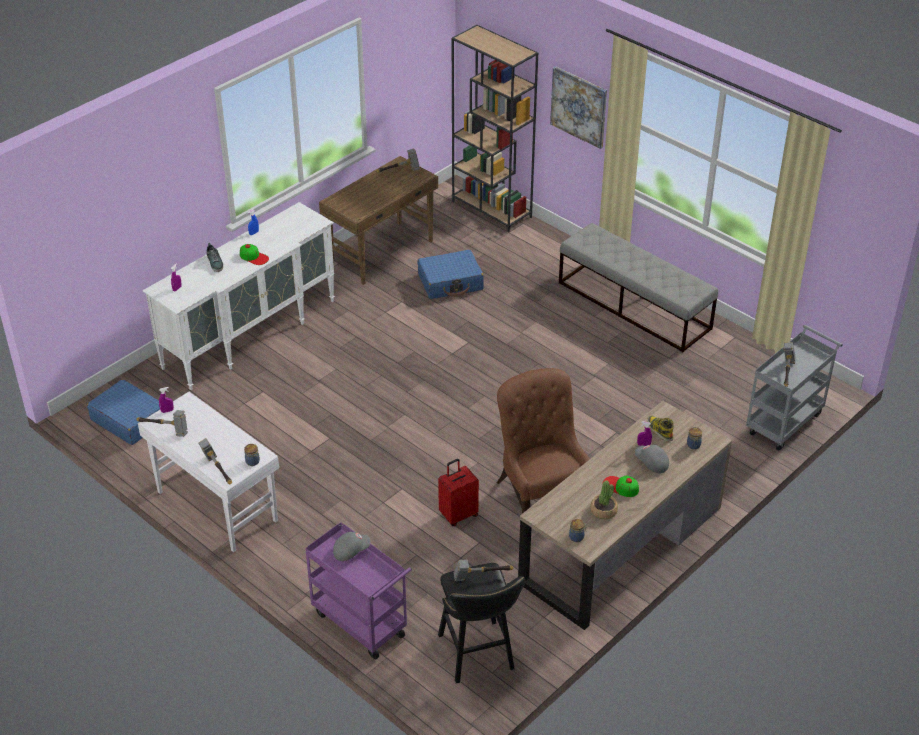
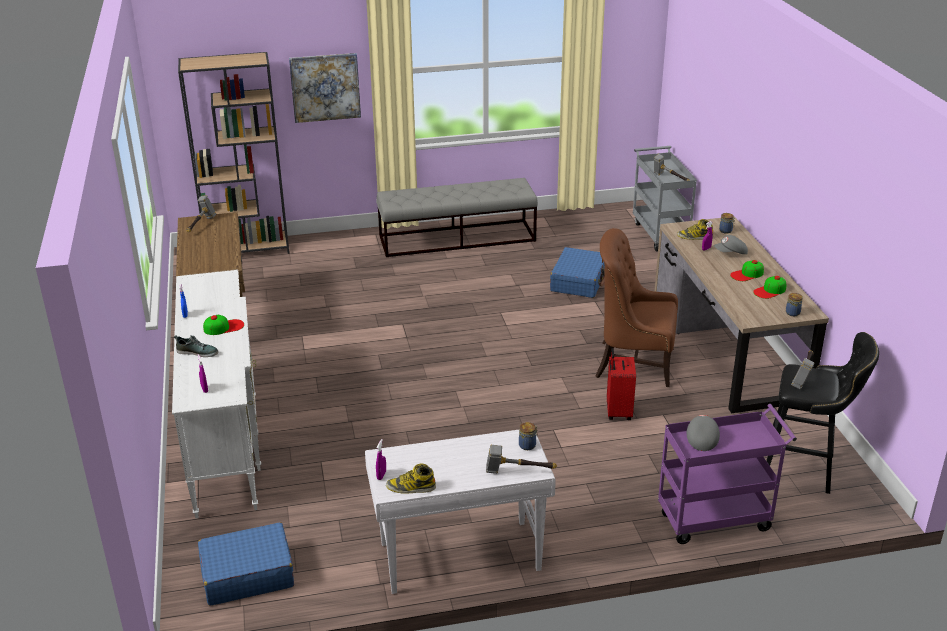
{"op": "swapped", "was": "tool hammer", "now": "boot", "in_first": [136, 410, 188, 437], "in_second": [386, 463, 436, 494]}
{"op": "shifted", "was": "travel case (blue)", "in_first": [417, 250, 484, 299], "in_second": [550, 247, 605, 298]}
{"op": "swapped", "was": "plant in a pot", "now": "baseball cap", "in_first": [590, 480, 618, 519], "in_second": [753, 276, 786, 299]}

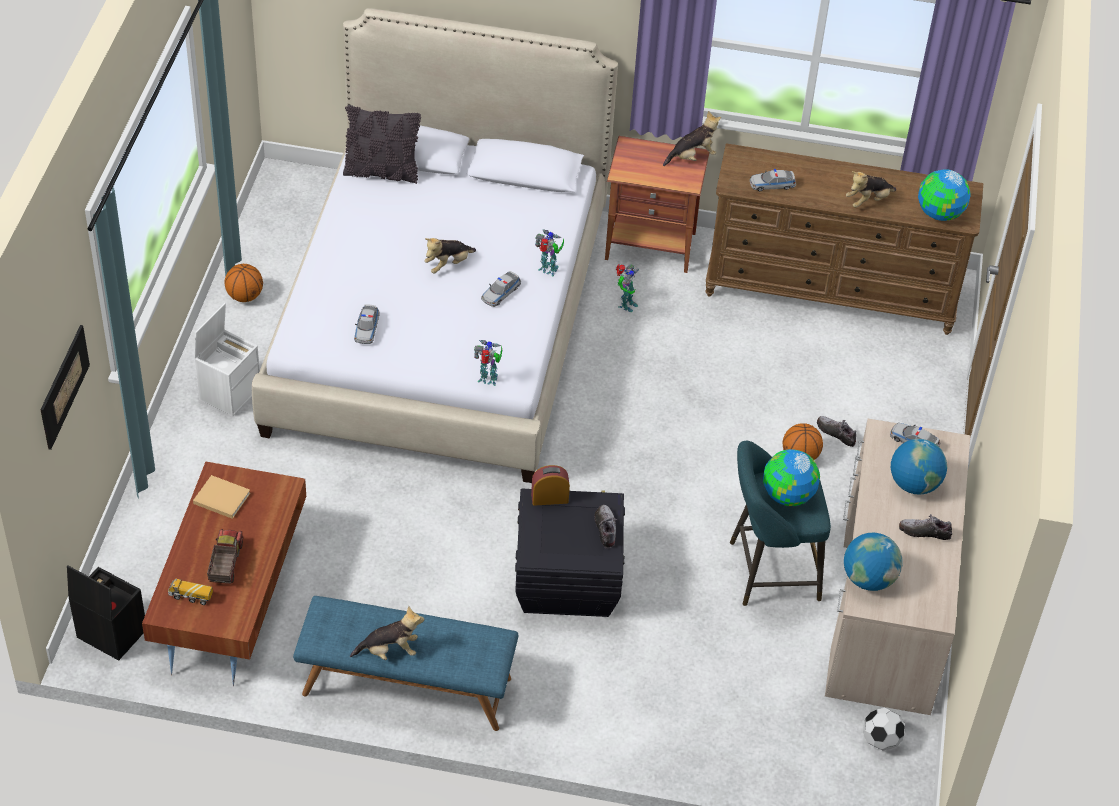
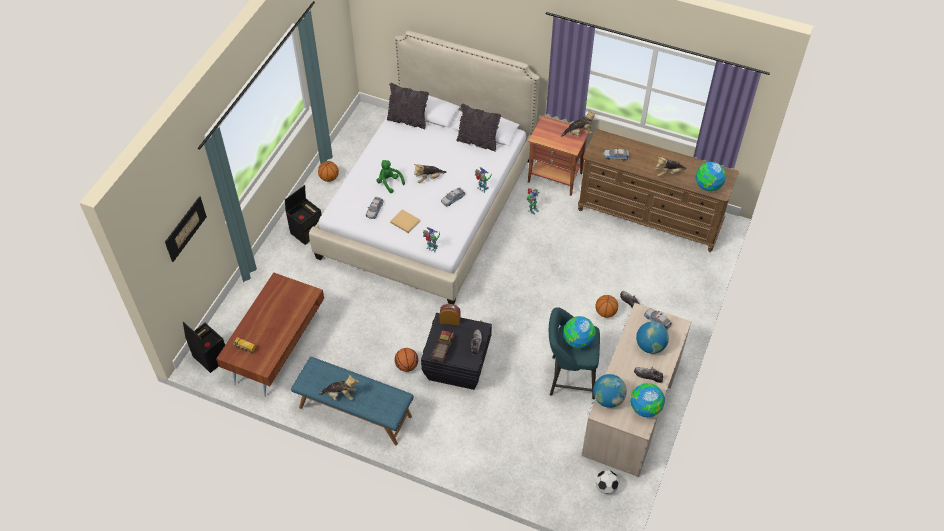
{"op": "shifted", "was": "book (sand-coloured)", "in_first": [193, 475, 250, 519], "in_second": [390, 209, 420, 233]}
{"op": "repainted", "was": "storage container (white)", "now": "storage container (blackish)", "in_first": [194, 303, 260, 416], "in_second": [285, 185, 321, 245]}
{"op": "shifted", "was": "toy lorry", "in_first": [207, 529, 243, 584], "in_second": [431, 330, 454, 362]}
{"op": "new", "now": "soft toy (green-coloured)", "in_second": [376, 160, 405, 193]}
{"op": "new", "now": "basketball", "in_second": [395, 348, 418, 372]}
{"op": "new", "now": "cushion (blackish)", "in_second": [456, 104, 501, 152]}
{"op": "new", "now": "globe", "in_second": [630, 383, 665, 417]}

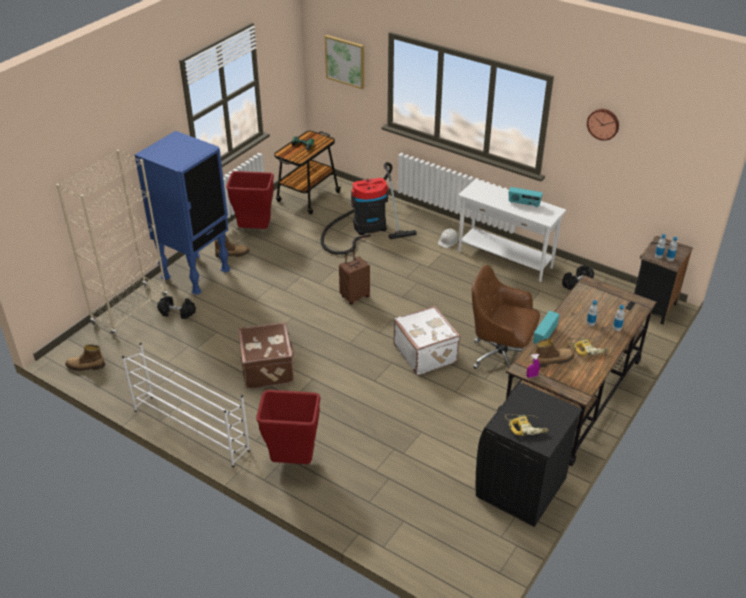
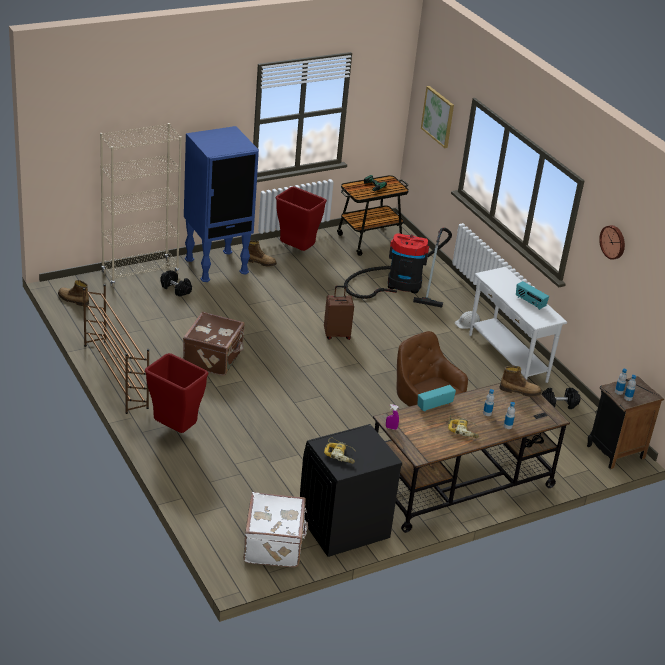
{"op": "repainted", "was": "shoe rack (white)", "now": "shoe rack (brownish)", "in_first": [122, 342, 250, 467], "in_second": [83, 284, 149, 414]}
{"op": "shifted", "was": "travel case (white)", "in_first": [394, 306, 461, 375], "in_second": [244, 492, 308, 567]}
{"op": "shifted", "was": "boot", "in_first": [532, 338, 574, 368], "in_second": [499, 366, 542, 397]}

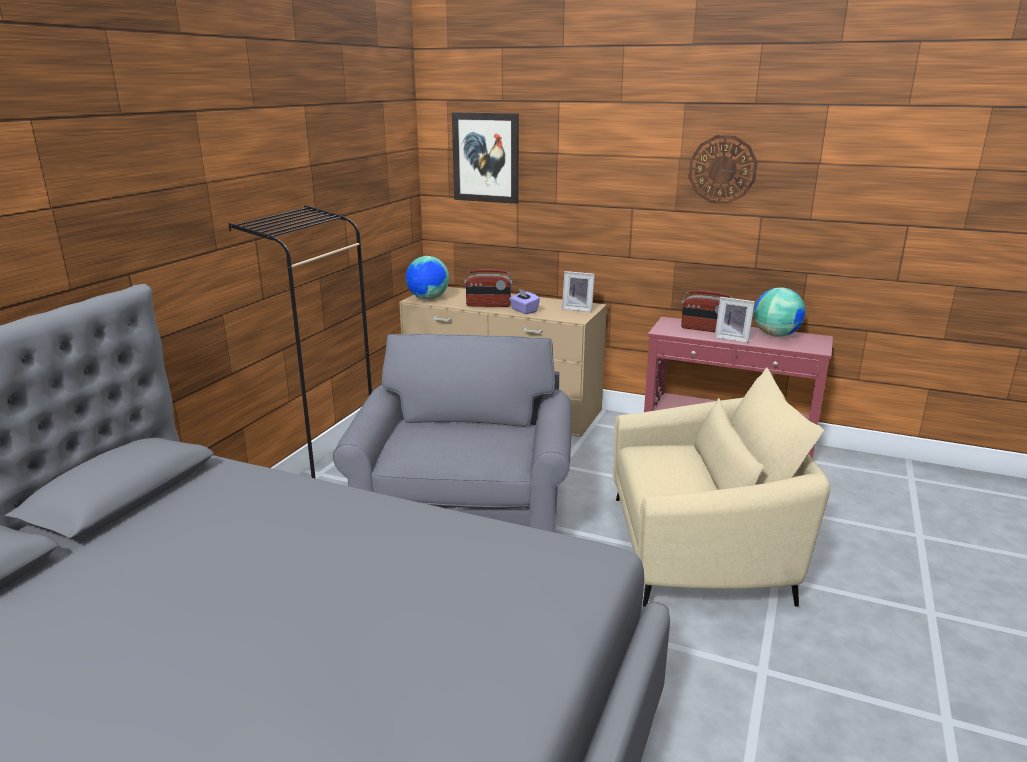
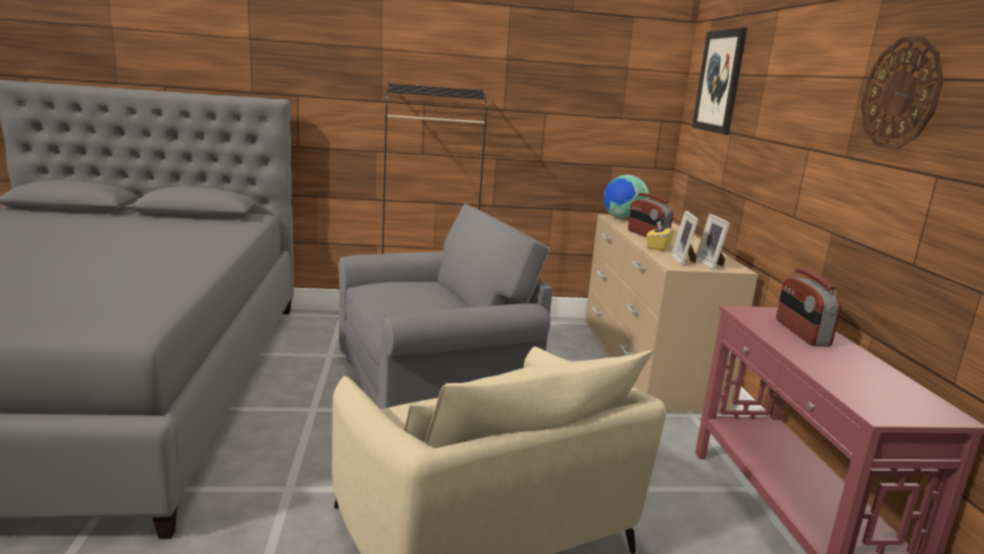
{"op": "repainted", "was": "tissue box (purple-coloured)", "now": "tissue box (yellow-coloured)", "in_first": [509, 289, 540, 314], "in_second": [646, 220, 674, 251]}
{"op": "shifted", "was": "photo frame", "in_first": [714, 297, 755, 343], "in_second": [671, 211, 698, 266]}
{"op": "gone", "was": "globe", "in_first": [754, 288, 806, 337]}

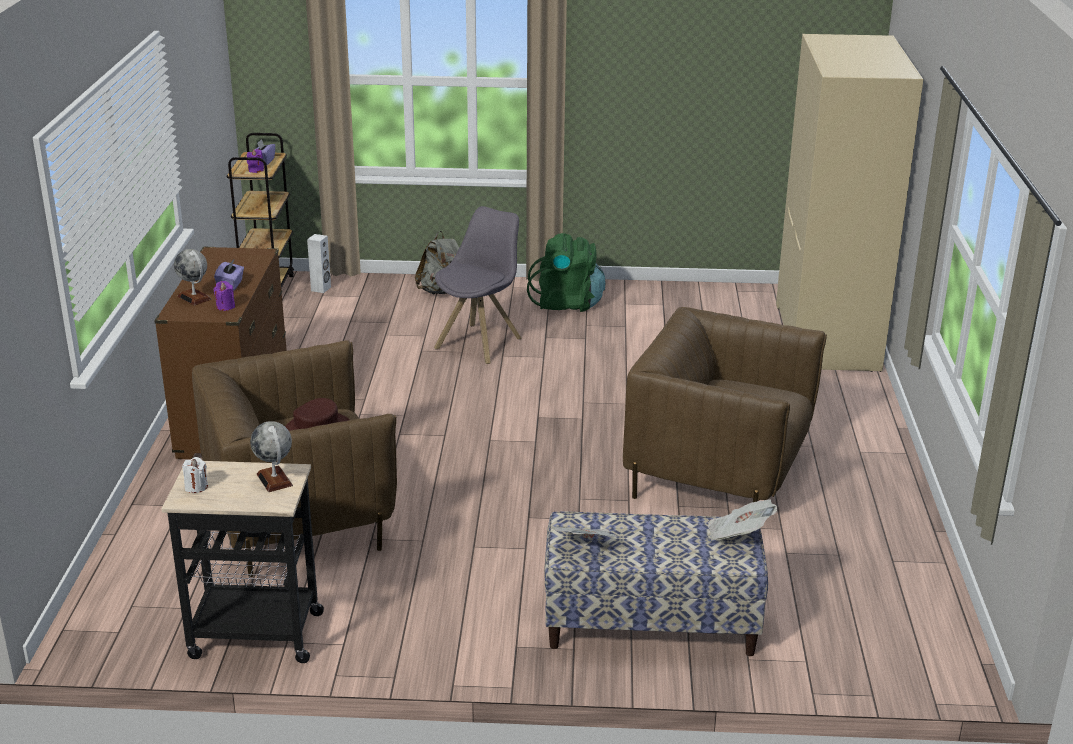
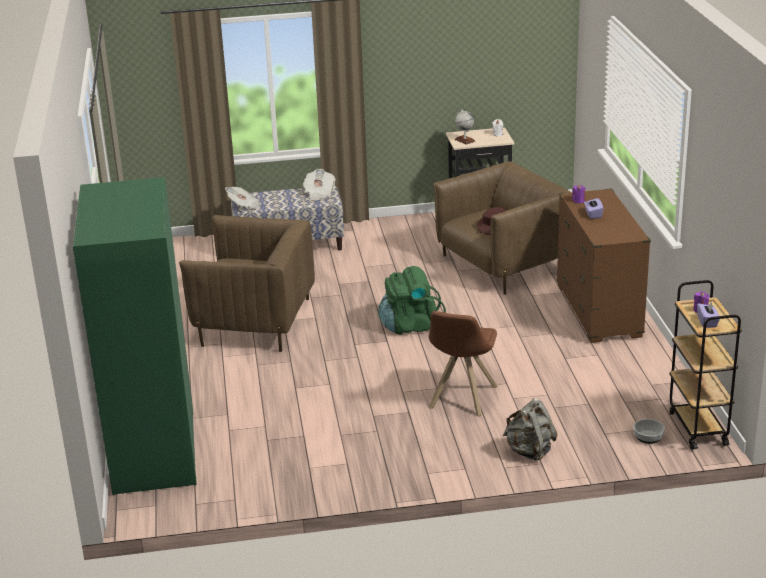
{"op": "gone", "was": "globe", "in_first": [174, 249, 211, 306]}
{"op": "swapped", "was": "loudspeaker (white)", "now": "serving bowl", "in_first": [307, 234, 331, 293], "in_second": [633, 419, 665, 444]}
{"op": "repainted", "was": "plain chair (greyish)", "now": "plain chair (brownish)", "in_first": [434, 206, 522, 364], "in_second": [429, 311, 498, 416]}
{"op": "shifted", "was": "backpack (green-coloured)", "in_first": [527, 233, 605, 312], "in_second": [378, 266, 446, 335]}
{"op": "repainted", "was": "clothes cupboard (sand-coloured)", "now": "clothes cupboard (green-coloured)", "in_first": [776, 34, 924, 372], "in_second": [73, 177, 197, 495]}

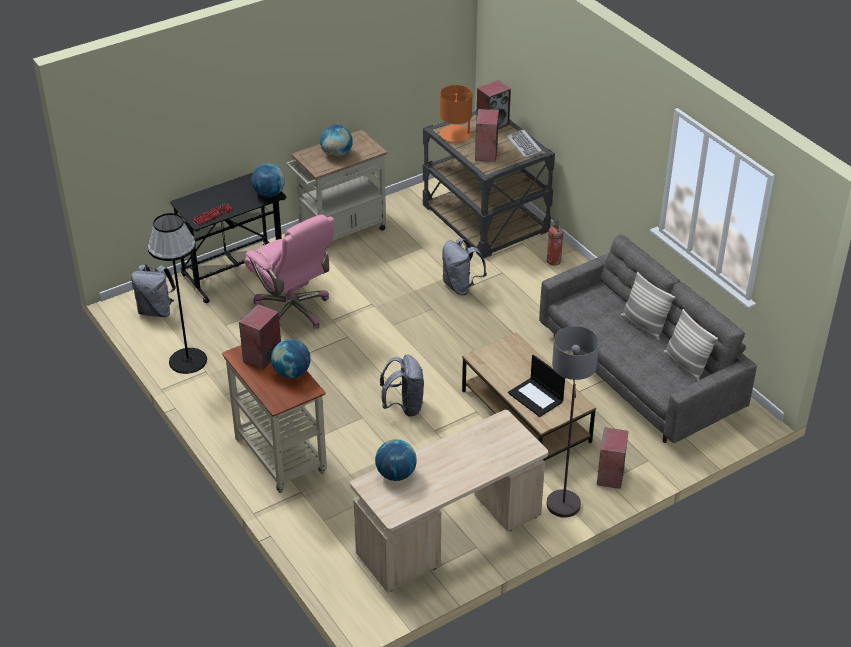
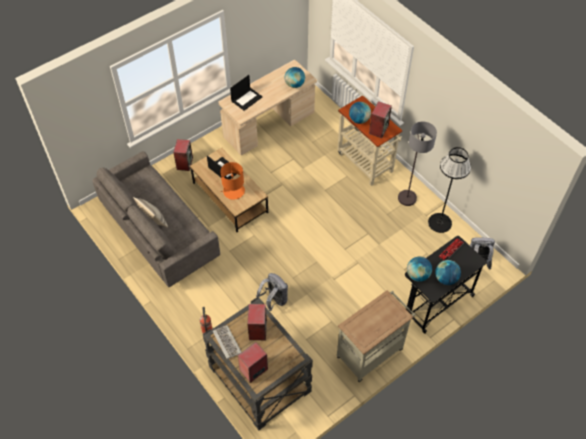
{"op": "gone", "was": "desk chair (pink-coloured)", "in_first": [244, 214, 334, 329]}
{"op": "shifted", "was": "globe", "in_first": [320, 125, 353, 158], "in_second": [435, 260, 461, 285]}
{"op": "gone", "was": "backpack (greyish)", "in_first": [380, 355, 424, 417]}
{"op": "shifted", "was": "tabletop lamp (orange)", "in_first": [440, 85, 475, 142], "in_second": [220, 162, 245, 200]}
{"op": "shifted", "was": "standing lamp (greyish)", "in_first": [547, 326, 599, 518], "in_second": [398, 122, 437, 206]}
{"op": "gone", "was": "cushion", "in_first": [663, 309, 718, 381]}
{"op": "new", "now": "laptop", "in_second": [230, 75, 262, 111]}

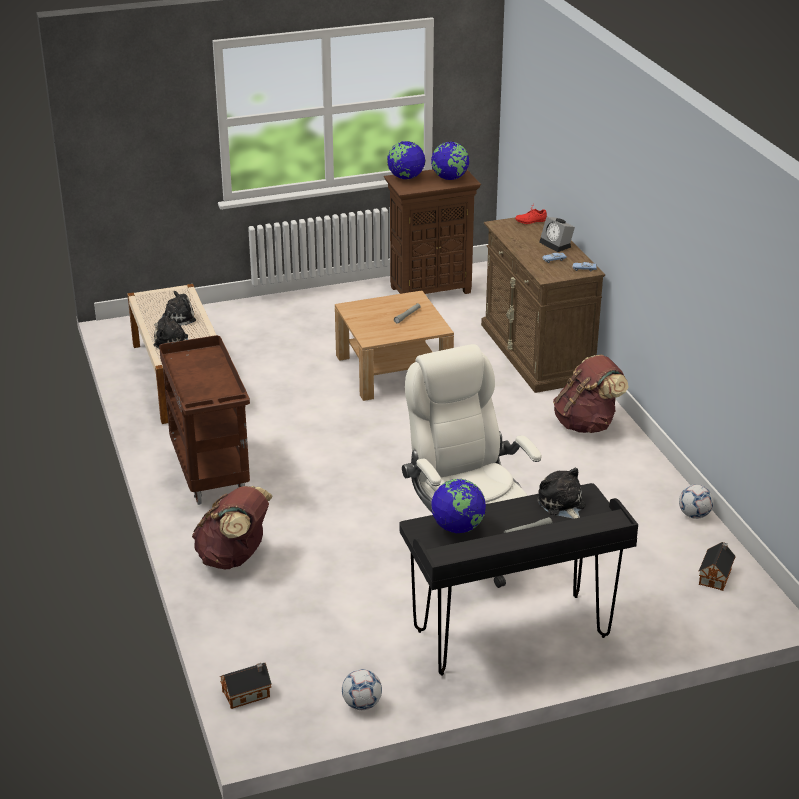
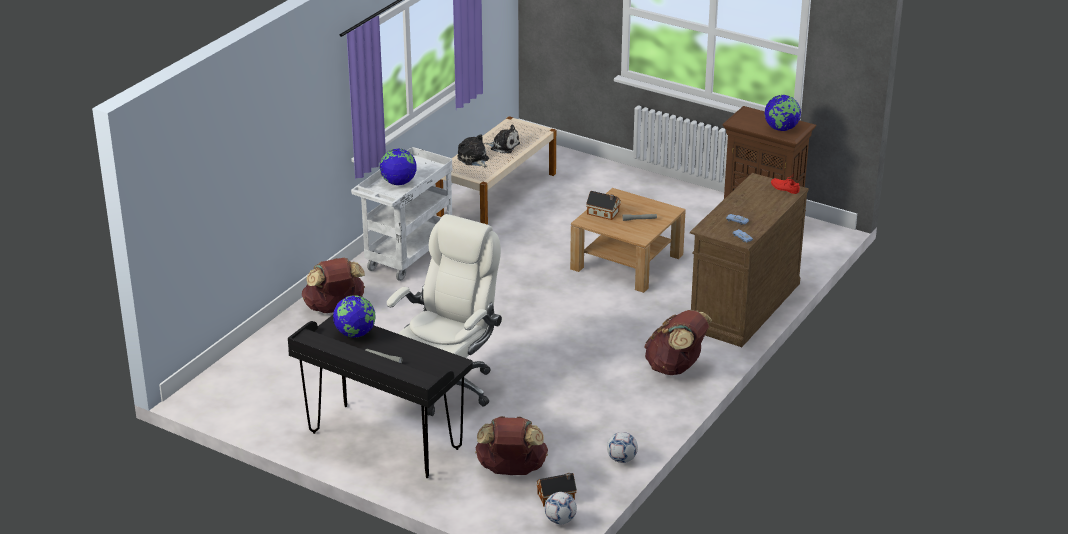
{"op": "repainted", "was": "trolley (brownish)", "now": "trolley (white)", "in_first": [159, 335, 250, 505], "in_second": [351, 147, 453, 281]}
{"op": "shifted", "was": "miniature house", "in_first": [220, 663, 272, 709], "in_second": [586, 191, 621, 220]}
{"op": "shifted", "was": "football ball", "in_first": [342, 669, 382, 710], "in_second": [545, 492, 577, 524]}
{"op": "shifted", "was": "globe", "in_first": [387, 141, 425, 179], "in_second": [380, 149, 417, 185]}
{"op": "gone", "was": "soft toy", "in_first": [537, 468, 585, 519]}
{"op": "gone", "was": "alarm clock", "in_first": [539, 217, 575, 252]}
{"op": "new", "now": "backpack (brownish)", "in_second": [475, 416, 548, 475]}

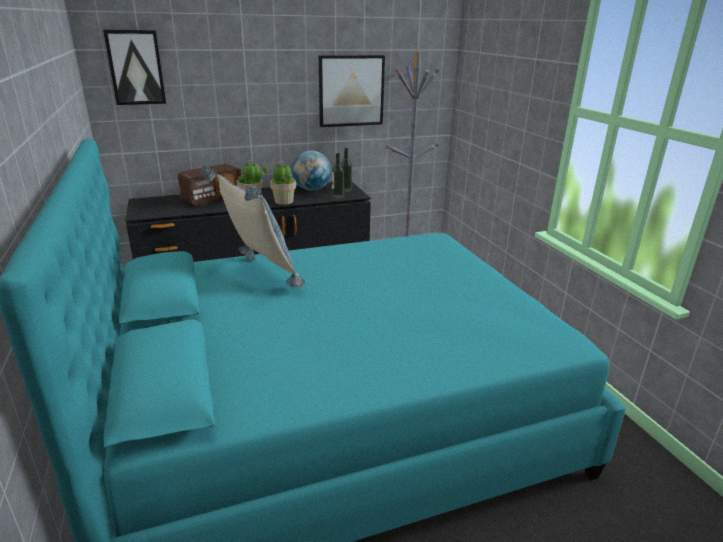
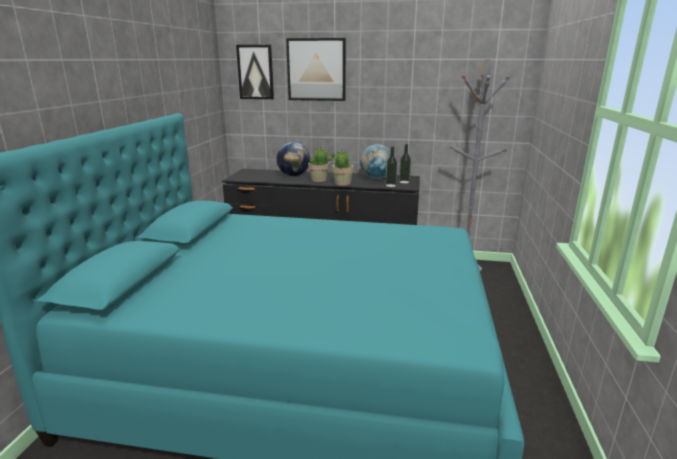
{"op": "swapped", "was": "radio receiver", "now": "globe", "in_first": [178, 164, 242, 207], "in_second": [277, 142, 310, 176]}
{"op": "gone", "was": "cushion", "in_first": [201, 164, 305, 287]}
{"op": "shifted", "was": "wall art", "in_first": [319, 55, 385, 127], "in_second": [286, 38, 346, 101]}

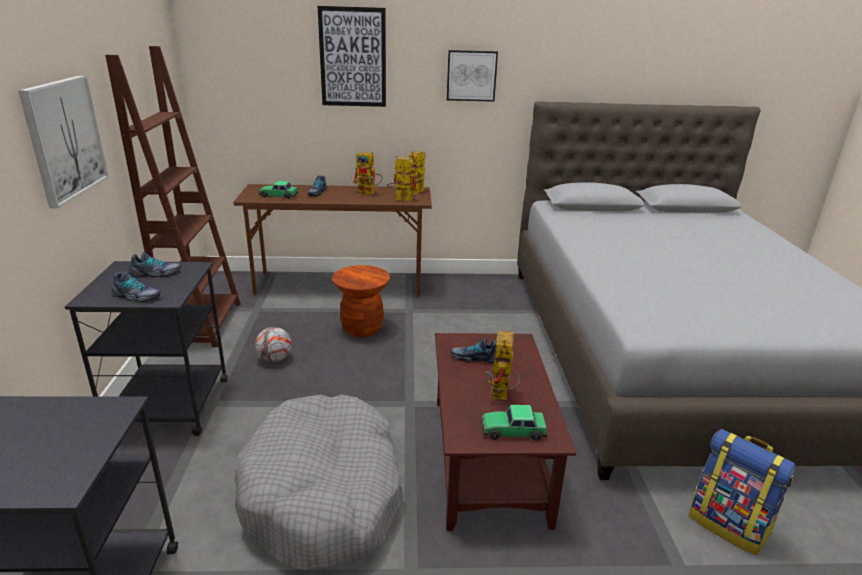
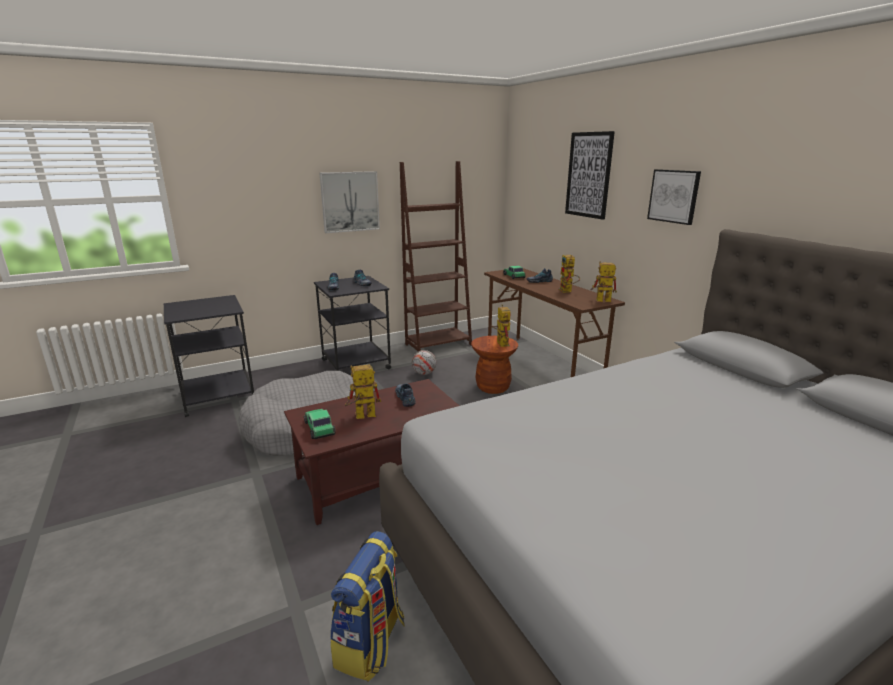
{"op": "shifted", "was": "model robot", "in_first": [387, 155, 417, 202], "in_second": [490, 304, 511, 347]}

